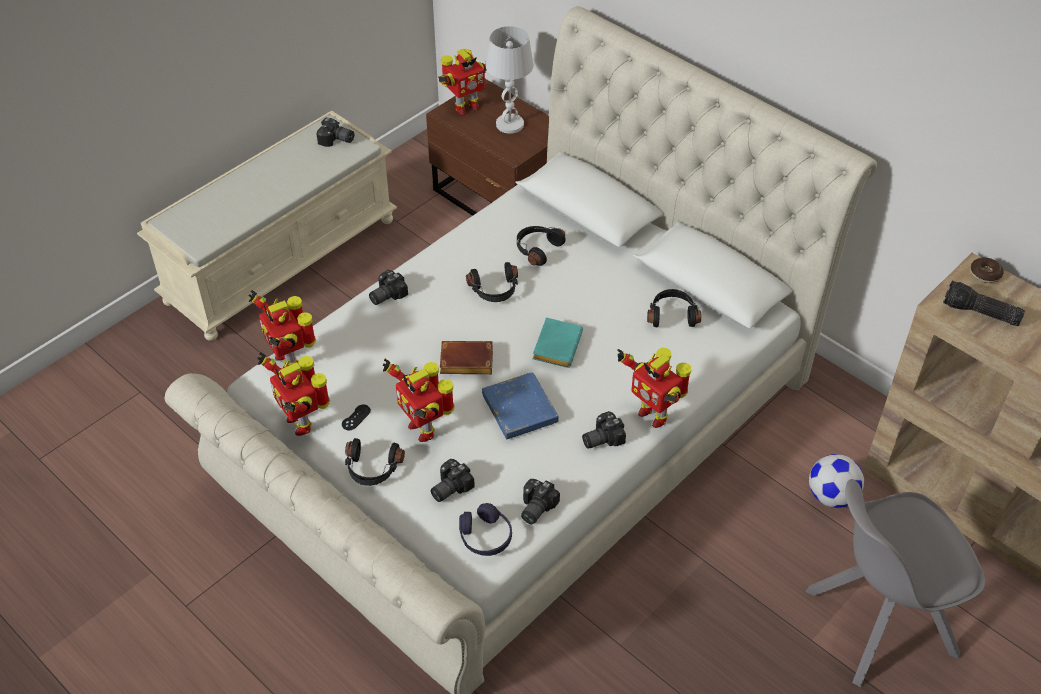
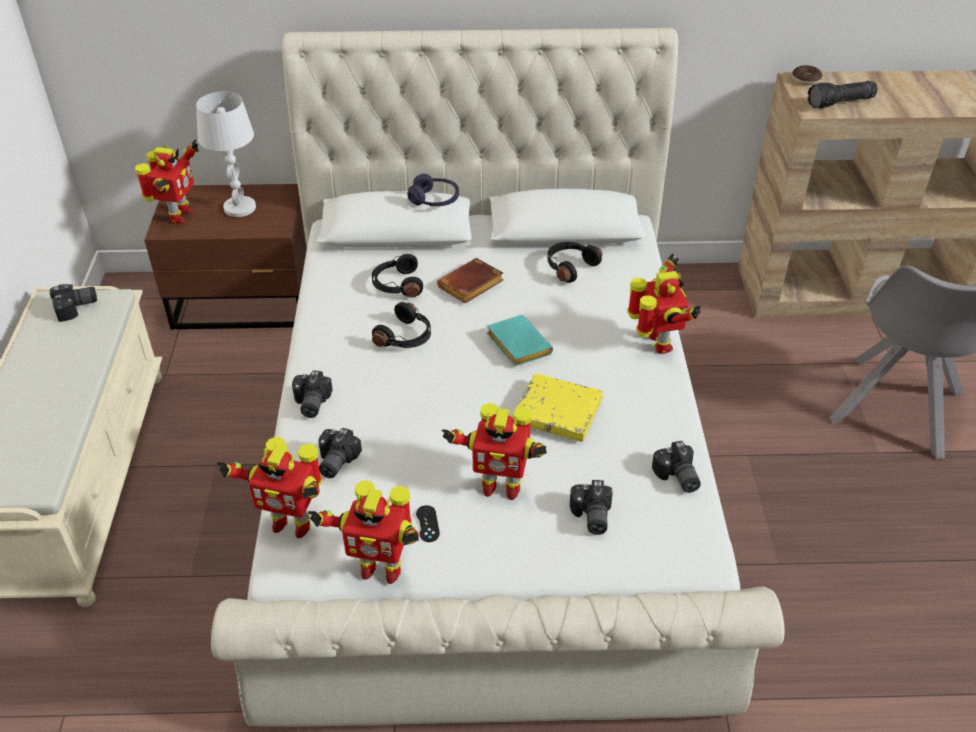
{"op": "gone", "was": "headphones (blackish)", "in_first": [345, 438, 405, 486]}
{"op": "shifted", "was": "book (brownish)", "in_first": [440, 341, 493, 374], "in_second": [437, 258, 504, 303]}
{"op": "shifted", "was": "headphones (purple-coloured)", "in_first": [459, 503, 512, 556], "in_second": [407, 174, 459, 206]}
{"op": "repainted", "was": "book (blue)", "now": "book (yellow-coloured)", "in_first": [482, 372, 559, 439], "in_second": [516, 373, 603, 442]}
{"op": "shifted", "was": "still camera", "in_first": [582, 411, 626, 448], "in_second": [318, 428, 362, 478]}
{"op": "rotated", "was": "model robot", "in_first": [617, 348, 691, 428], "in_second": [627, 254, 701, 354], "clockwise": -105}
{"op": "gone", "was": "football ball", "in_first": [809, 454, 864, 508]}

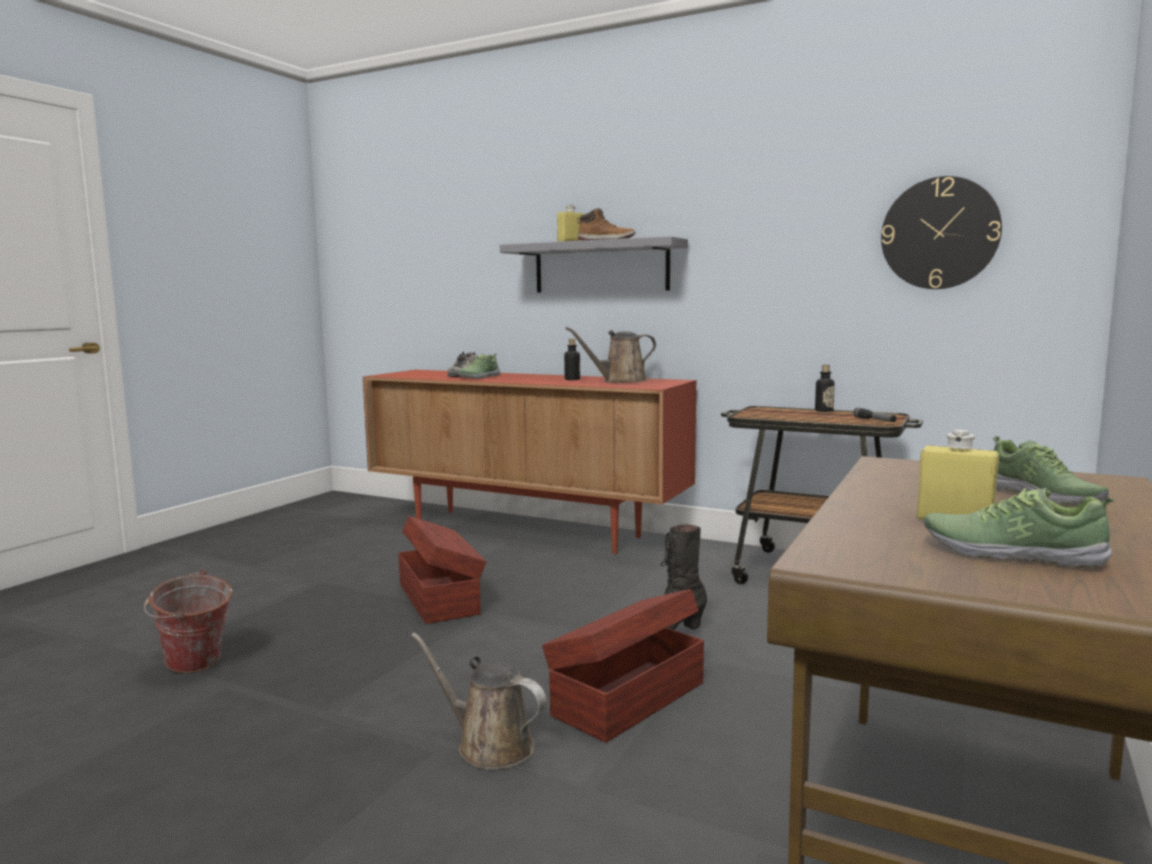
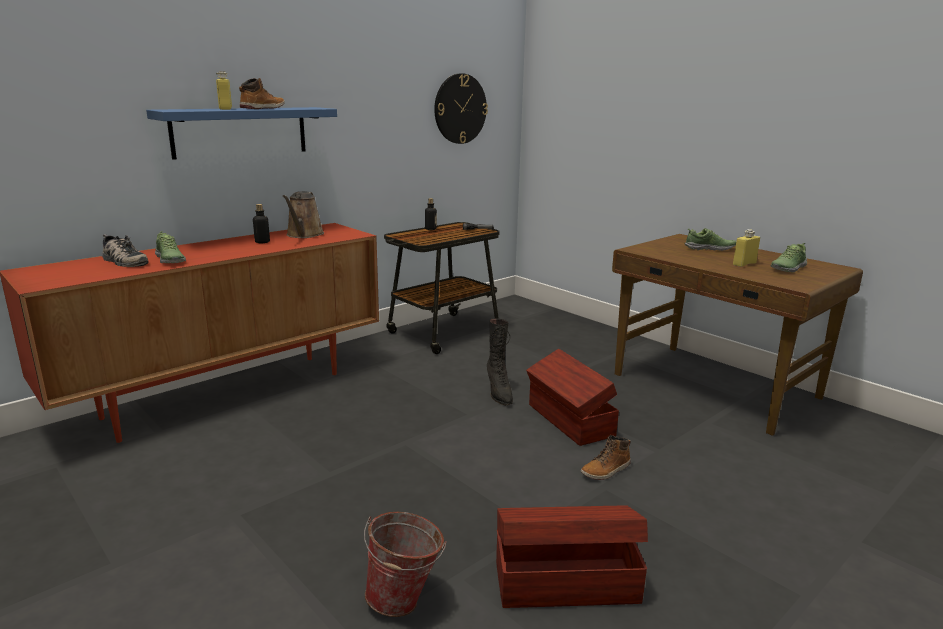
{"op": "shifted", "was": "storage container (brownish)", "in_first": [398, 516, 486, 624], "in_second": [496, 506, 648, 608]}
{"op": "swapped", "was": "sprinkling can (brownish)", "now": "boot", "in_first": [411, 632, 547, 770], "in_second": [581, 435, 631, 480]}
{"op": "repainted", "was": "bracket shelf (greyish)", "now": "bracket shelf (blue)", "in_first": [500, 236, 688, 293], "in_second": [146, 107, 337, 160]}

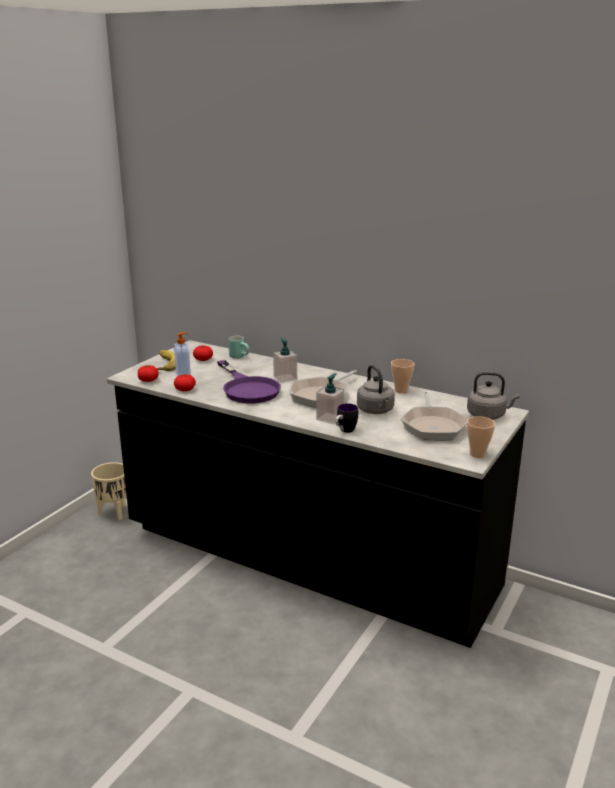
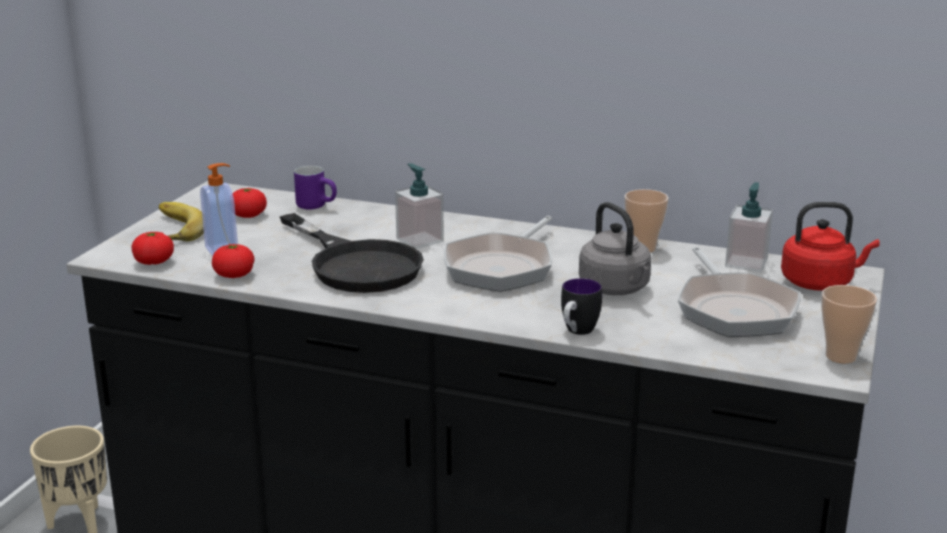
{"op": "repainted", "was": "pan (purple-coloured)", "now": "pan (blackish)", "in_first": [217, 360, 281, 403], "in_second": [280, 213, 424, 293]}
{"op": "repainted", "was": "mug (blue-green)", "now": "mug (purple-coloured)", "in_first": [228, 336, 249, 359], "in_second": [294, 166, 337, 209]}
{"op": "shifted", "was": "soap bottle", "in_first": [316, 373, 345, 424], "in_second": [725, 182, 773, 272]}
{"op": "repainted", "was": "kettle (greyish)", "now": "kettle (reddish)", "in_first": [467, 372, 520, 420], "in_second": [781, 202, 880, 291]}

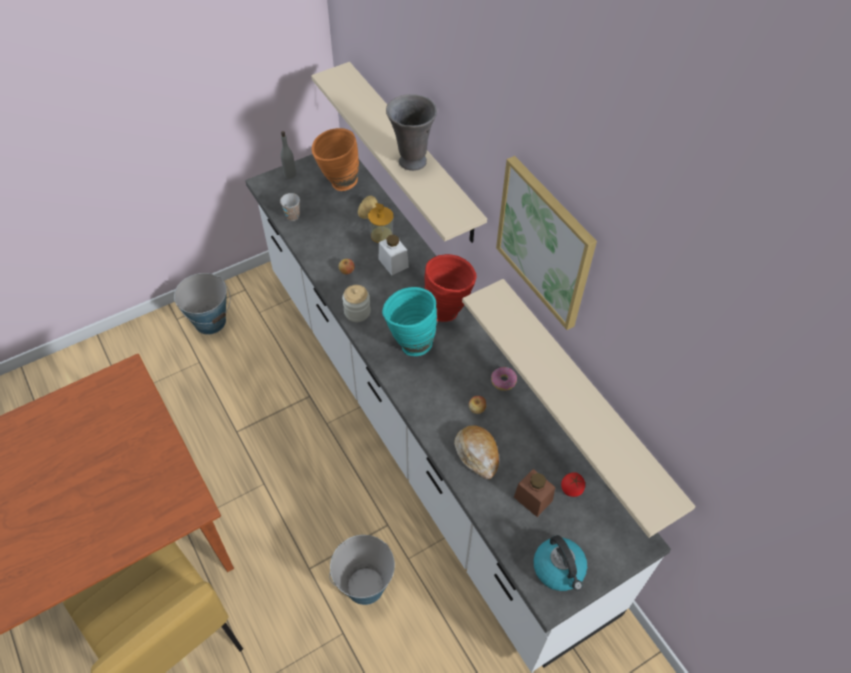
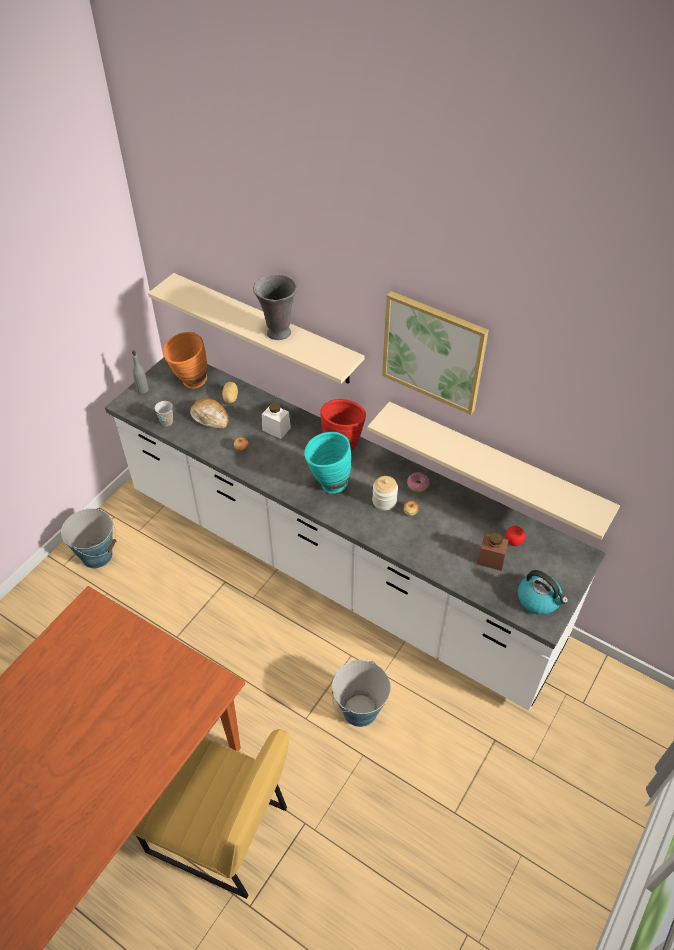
{"op": "shifted", "was": "preserve jar", "in_first": [342, 285, 371, 322], "in_second": [372, 476, 398, 510]}
{"op": "gone", "was": "soap bottle", "in_first": [368, 203, 394, 243]}
{"op": "shifted", "was": "bread", "in_first": [454, 425, 499, 479], "in_second": [190, 398, 229, 429]}

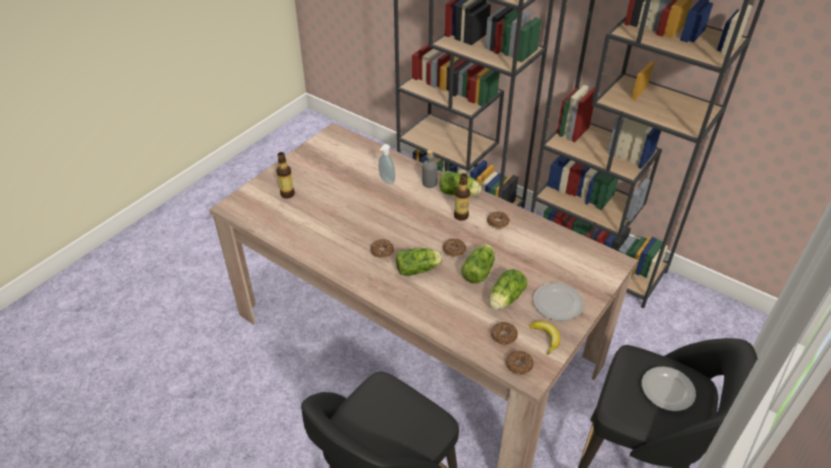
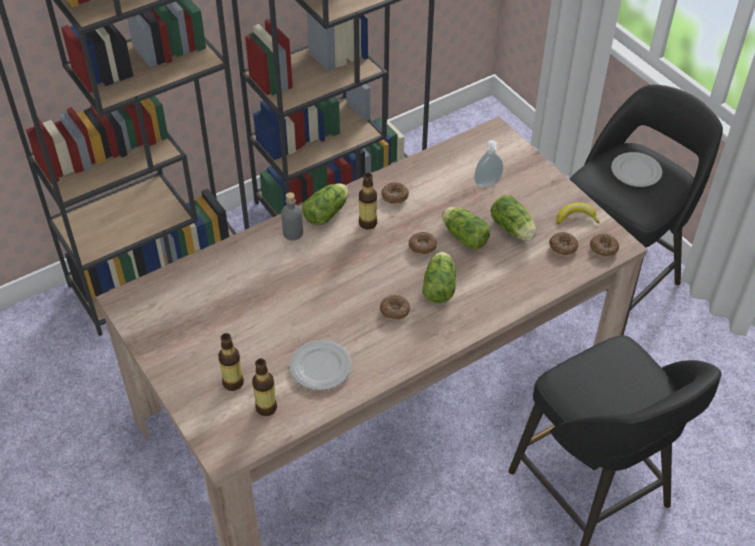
{"op": "shifted", "was": "soap bottle", "in_first": [378, 144, 395, 184], "in_second": [474, 140, 503, 188]}
{"op": "shifted", "was": "flat dish", "in_first": [533, 283, 584, 321], "in_second": [289, 340, 352, 390]}
{"op": "new", "now": "bottle", "in_second": [252, 358, 277, 416]}

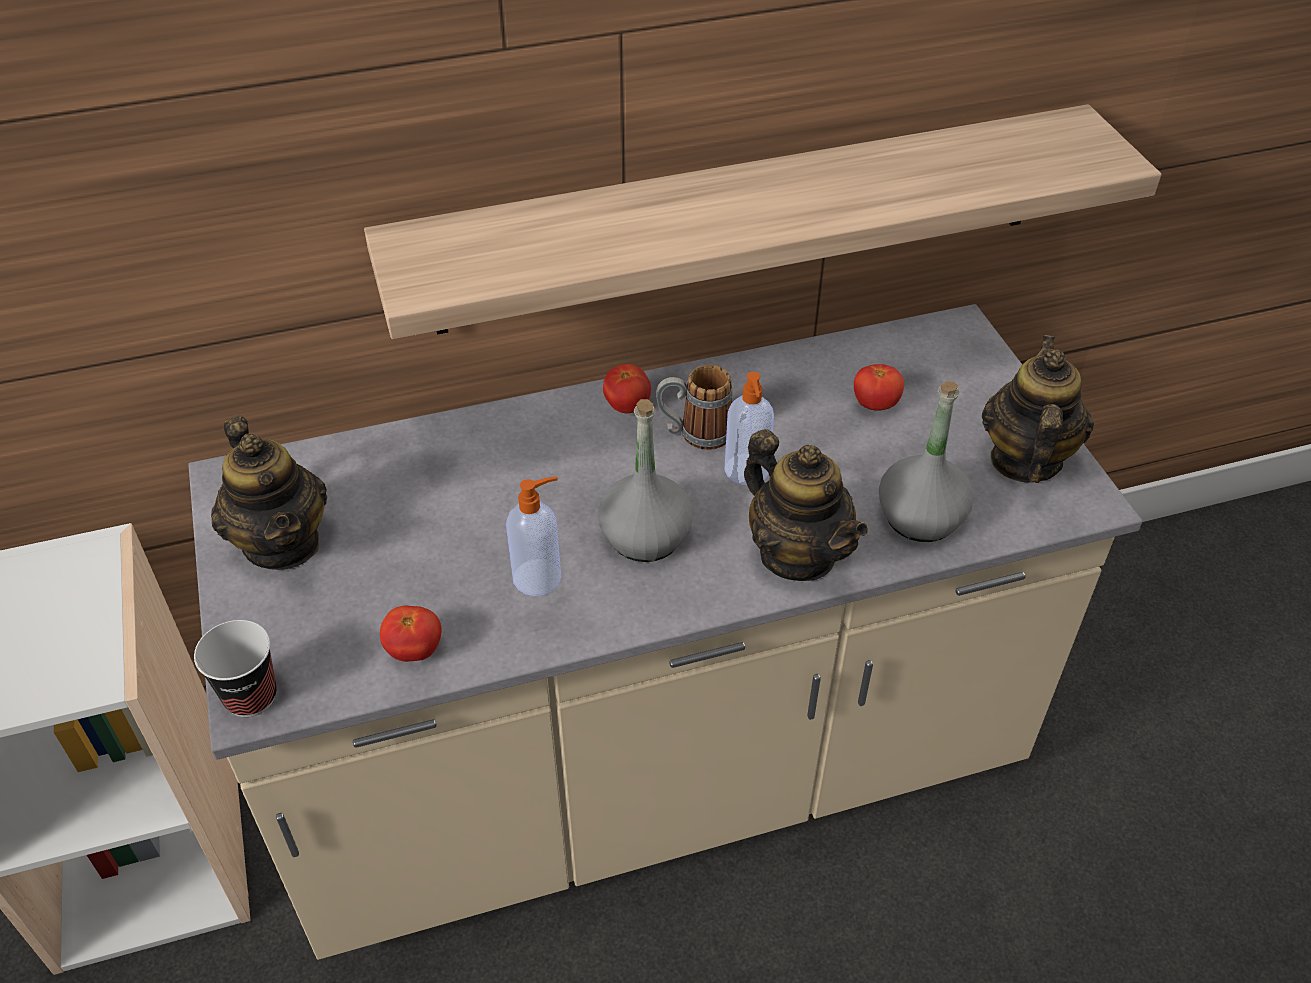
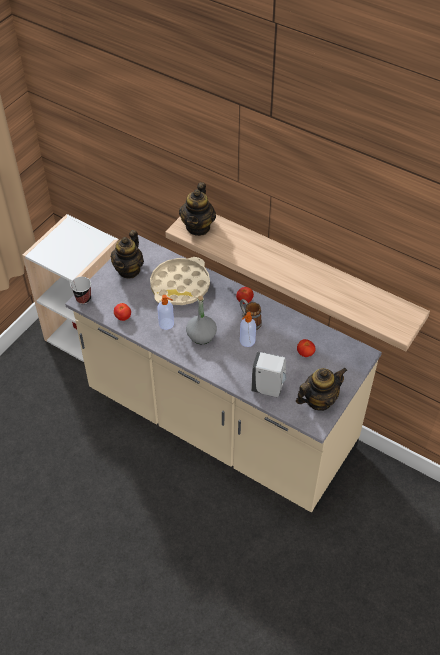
{"op": "shifted", "was": "teapot", "in_first": [744, 429, 868, 581], "in_second": [179, 182, 216, 236]}
{"op": "swapped", "was": "bottle (greyish)", "now": "soap bottle (white)", "in_first": [879, 382, 974, 542], "in_second": [251, 352, 286, 398]}
{"op": "new", "now": "serving tray (sand-coloured)", "in_second": [150, 257, 210, 305]}

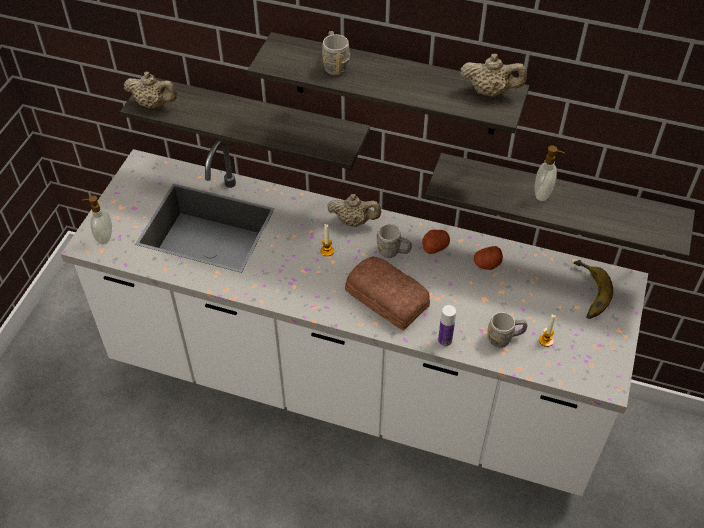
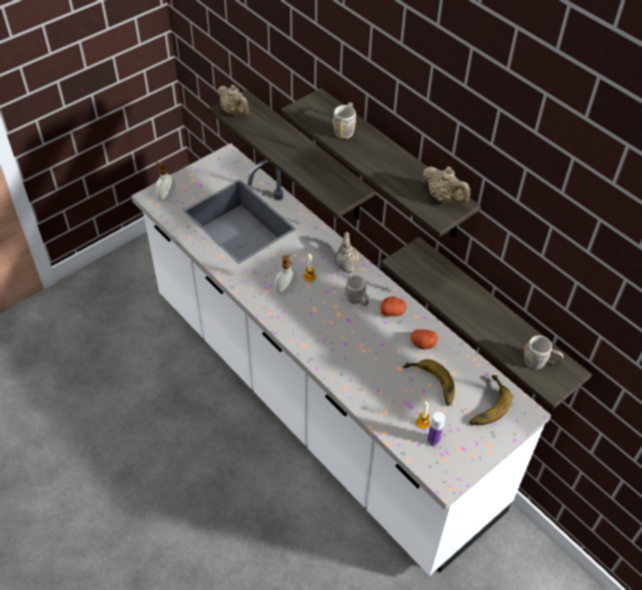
{"op": "rotated", "was": "teapot (sand-coloured)", "in_first": [328, 194, 382, 227], "in_second": [334, 232, 360, 274], "clockwise": -135}
{"op": "gone", "was": "bread", "in_first": [345, 256, 430, 330]}
{"op": "shifted", "was": "bottle", "in_first": [438, 305, 456, 347], "in_second": [427, 412, 445, 447]}
{"op": "shifted", "was": "mug (greyish)", "in_first": [487, 312, 527, 348], "in_second": [524, 335, 563, 369]}
{"op": "shifted", "was": "soap bottle", "in_first": [534, 145, 565, 201], "in_second": [275, 255, 298, 295]}
{"op": "new", "now": "whole banana", "in_second": [403, 359, 455, 406]}

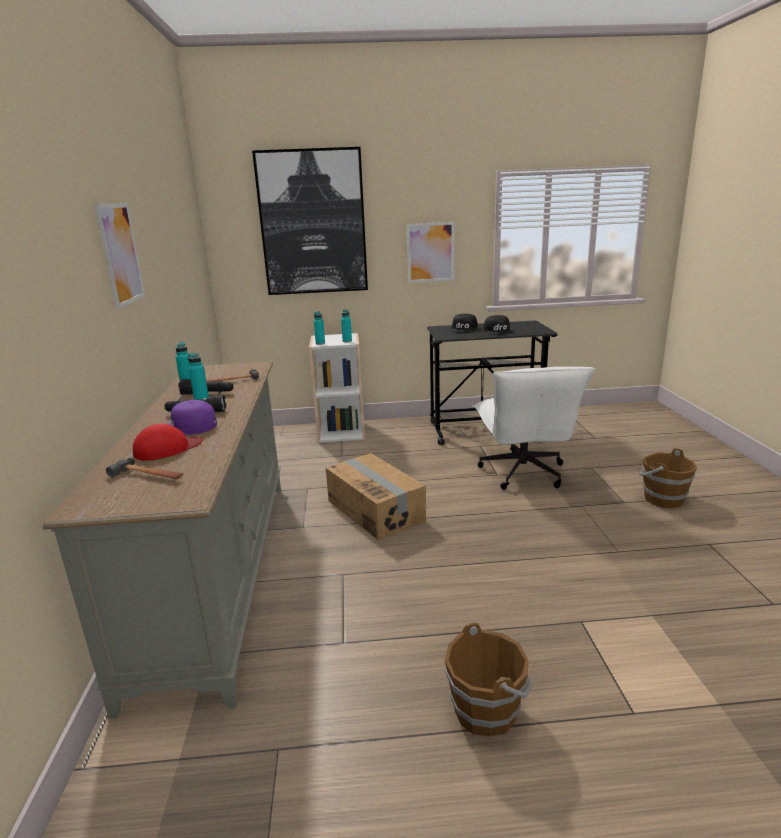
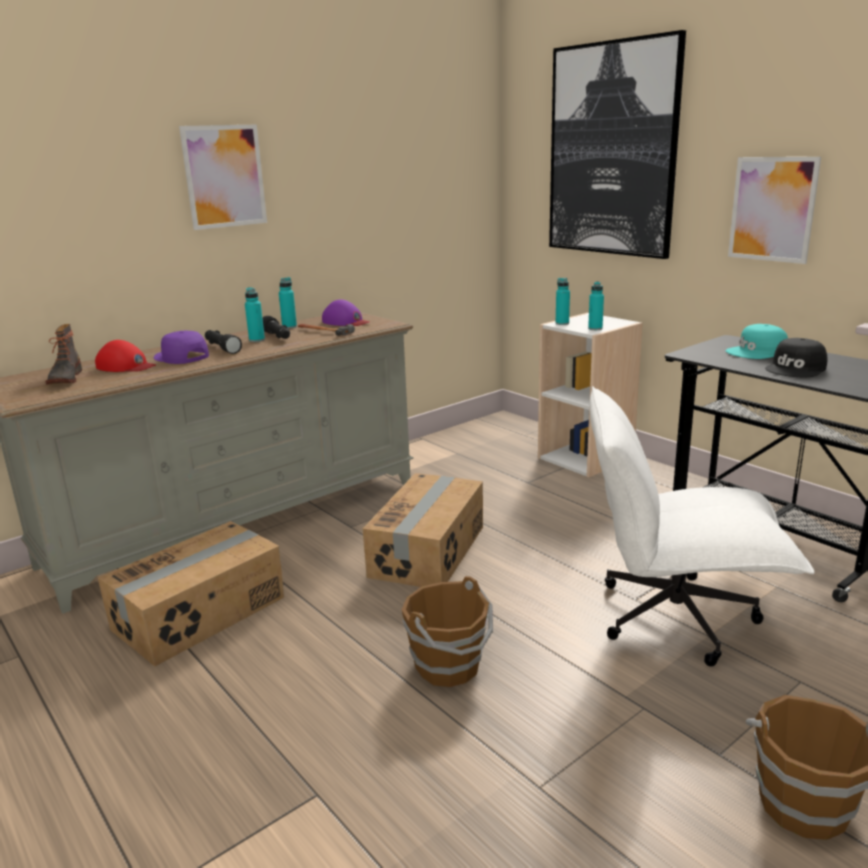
{"op": "swapped", "was": "tool hammer", "now": "boot", "in_first": [106, 458, 183, 479], "in_second": [45, 324, 82, 385]}
{"op": "shifted", "was": "pail (brownish)", "in_first": [445, 623, 532, 736], "in_second": [402, 576, 493, 687]}
{"op": "repainted", "was": "baseball cap (blackish)", "now": "baseball cap (blue-green)", "in_first": [450, 314, 478, 333], "in_second": [726, 324, 788, 359]}
{"op": "rotated", "was": "desk chair (white)", "in_first": [472, 367, 596, 490], "in_second": [590, 386, 814, 667], "clockwise": 45}
{"op": "new", "now": "cardboard box", "in_second": [98, 521, 284, 666]}
{"op": "new", "now": "baseball cap (purple-coloured)", "in_second": [322, 300, 370, 326]}

